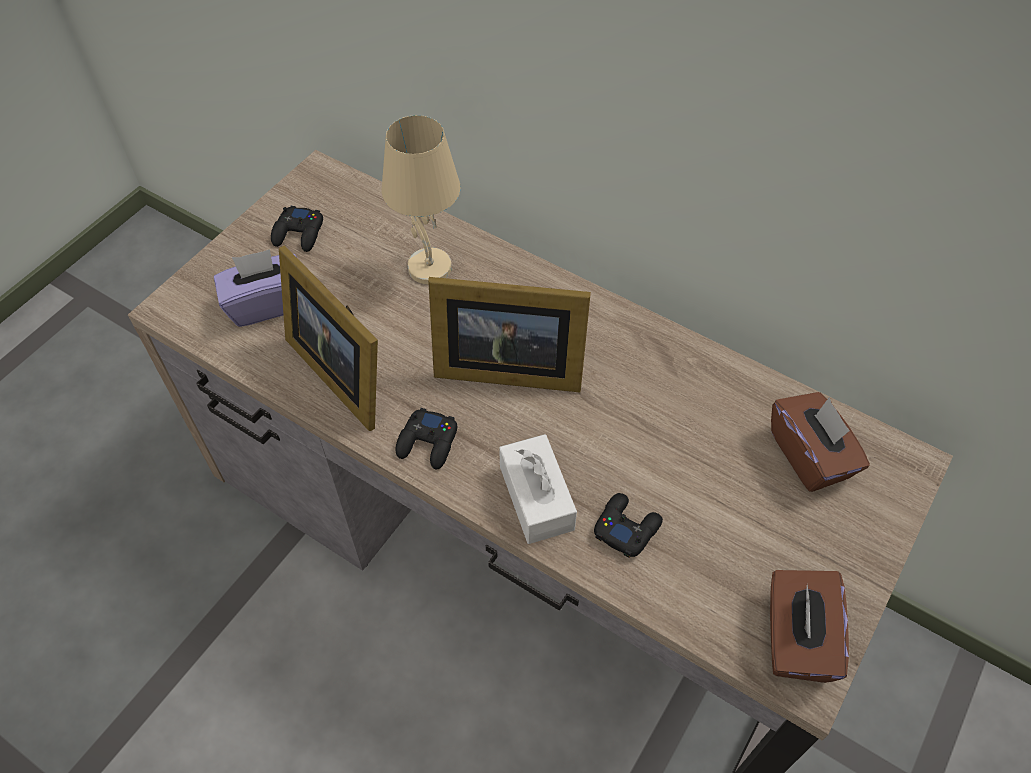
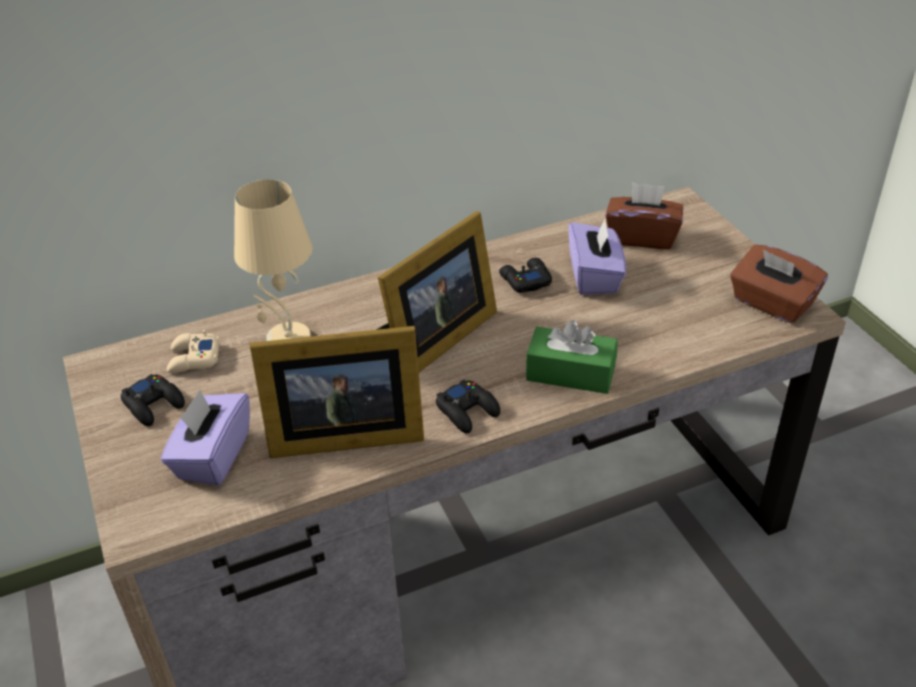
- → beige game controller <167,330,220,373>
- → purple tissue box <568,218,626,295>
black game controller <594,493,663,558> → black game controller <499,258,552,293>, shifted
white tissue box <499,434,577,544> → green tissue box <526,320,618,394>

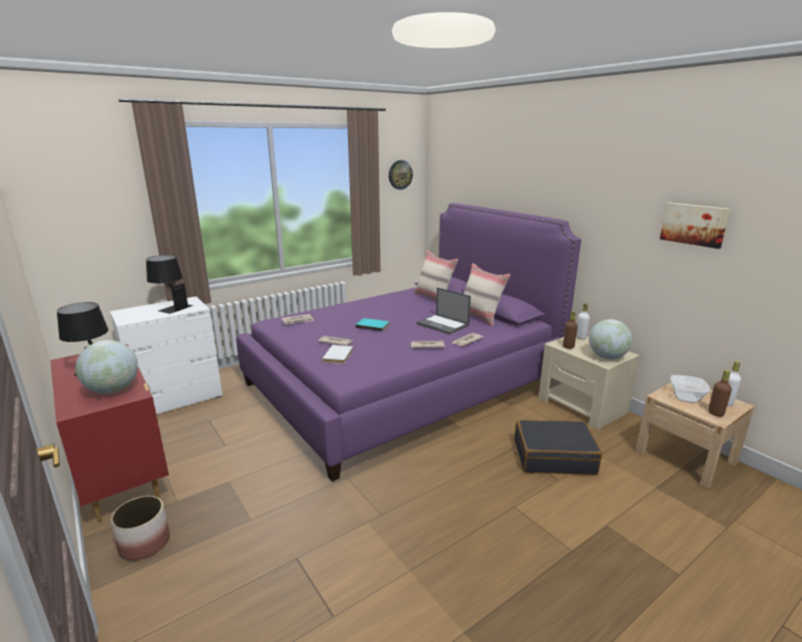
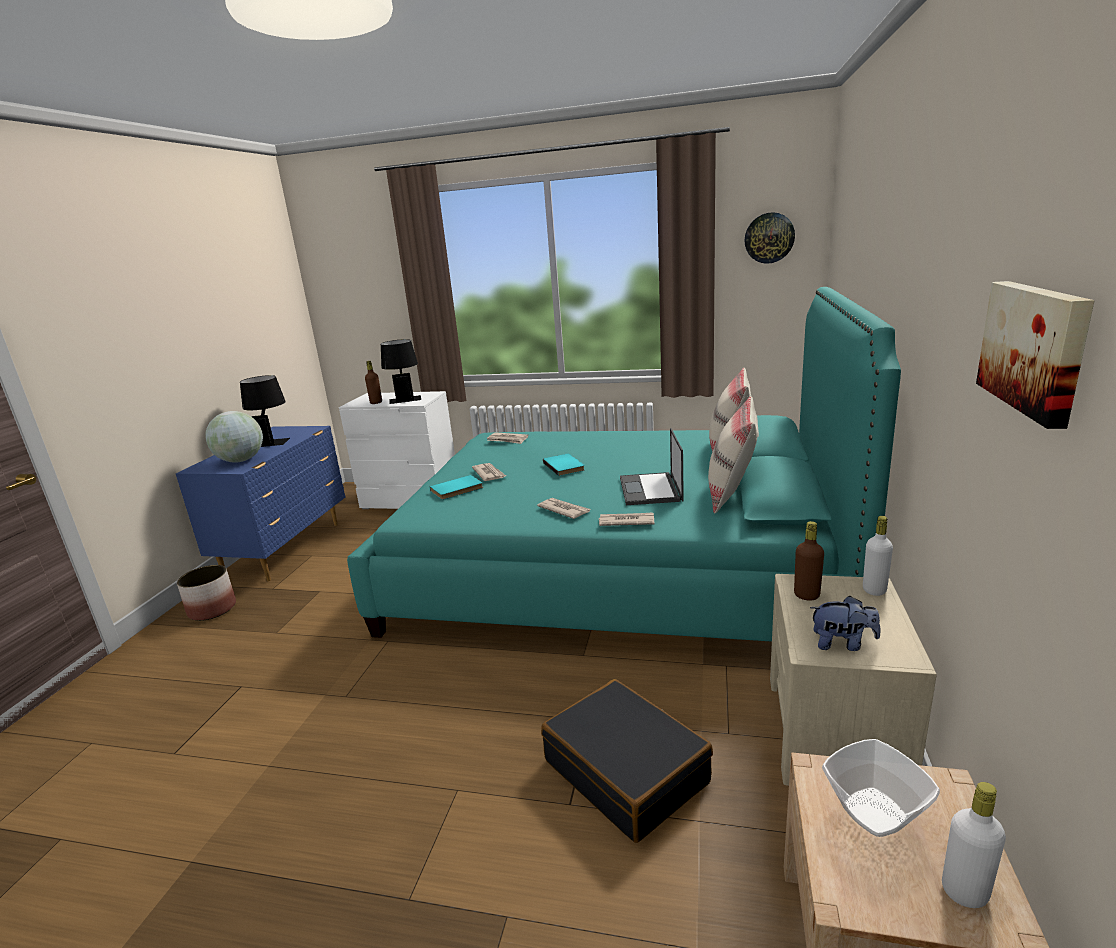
brown bottle <708,370,732,417> → brown bottle <365,361,382,404>, shifted
globe <589,319,632,359> → plush toy <810,596,881,651>
red dresser <50,344,169,522> → blue dresser <176,426,345,581>
purple bed <236,203,581,482> → turquoise bed <347,287,901,642>
white book <322,345,353,364> → turquoise book <430,475,483,500>

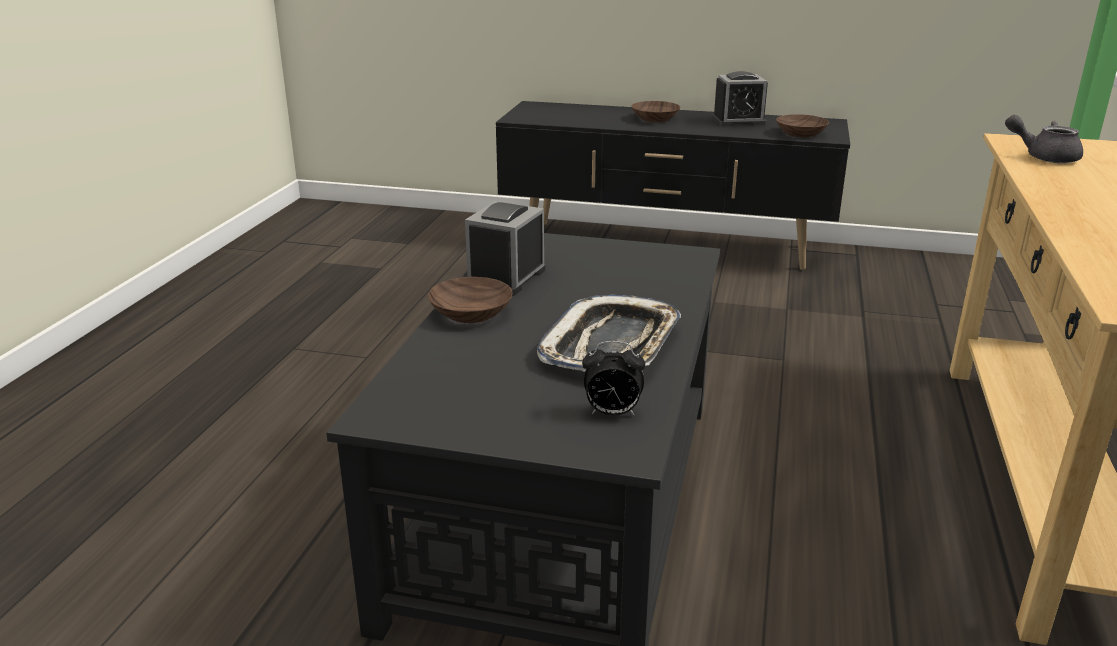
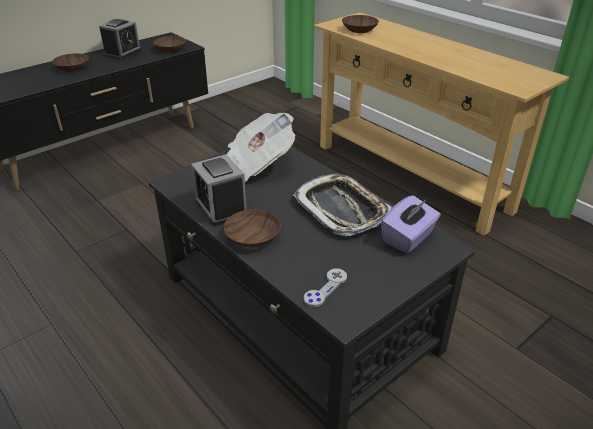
- → newspaper <226,113,295,182>
- → grey game controller <304,268,347,307>
alarm clock <582,341,645,416> → purple tissue box <381,195,441,254>
grey teapot <1005,115,1083,163> → brown bowl <342,15,379,33>

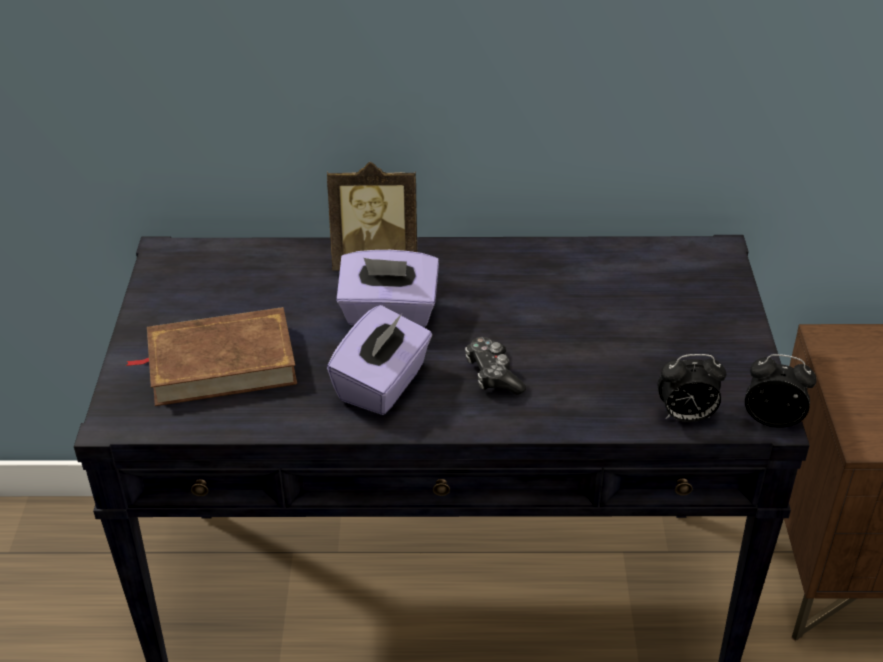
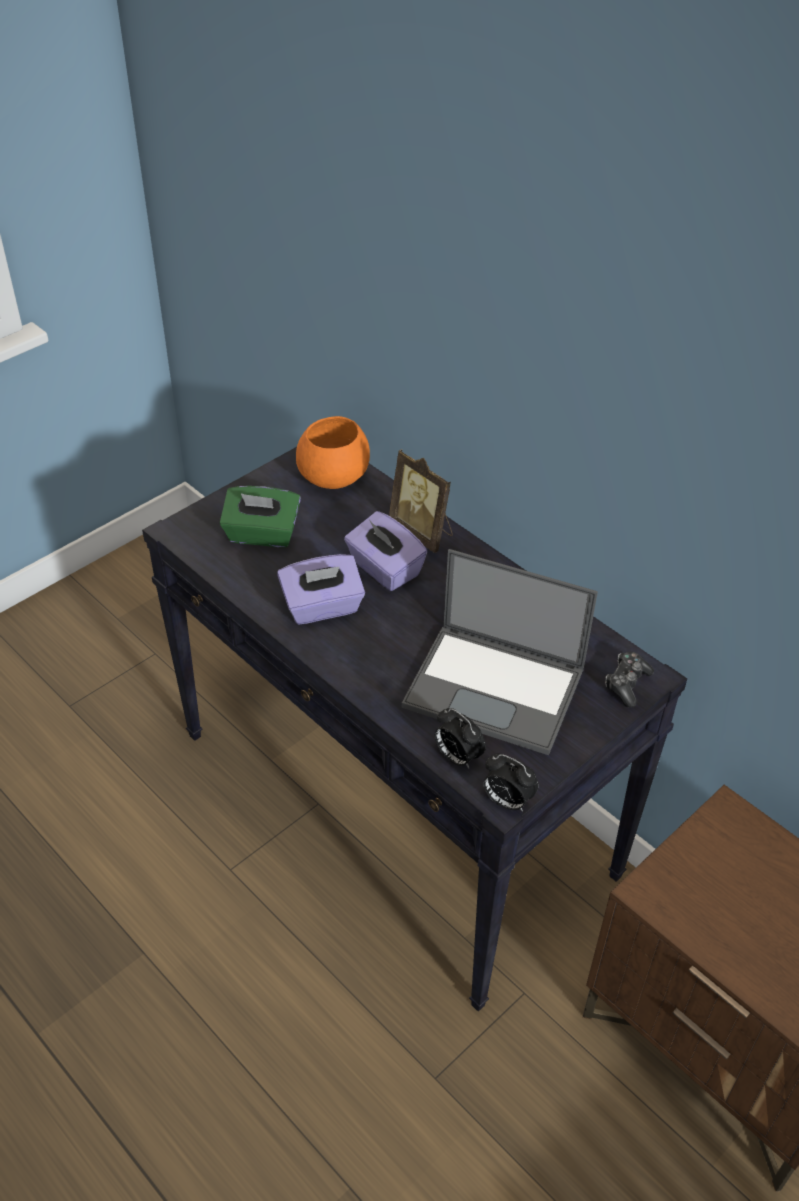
- → orange bowl <296,416,370,489>
- → laptop <402,549,598,755>
game controller <465,337,526,395> → game controller <605,652,654,708>, shifted
brown book <125,307,297,406> → green tissue box <220,486,301,547>
alarm clock <745,354,817,428> → alarm clock <484,753,539,811>, 150 degrees clockwise

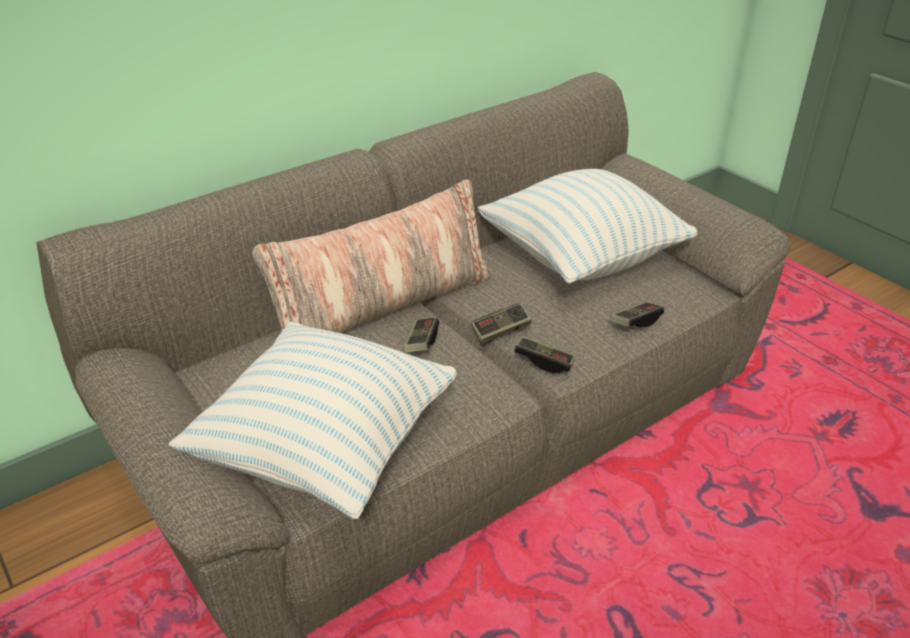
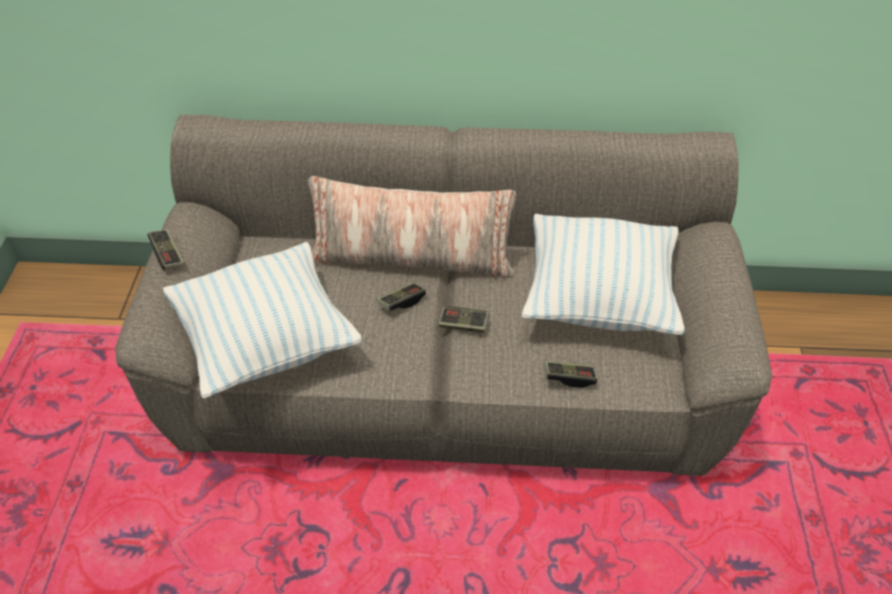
game controller <514,336,575,373> → game controller <148,229,185,270>, shifted

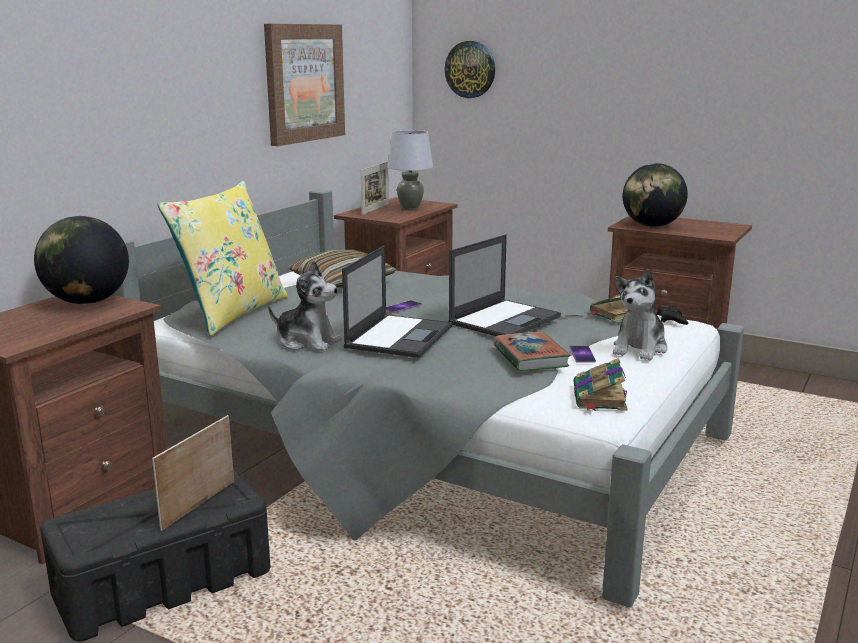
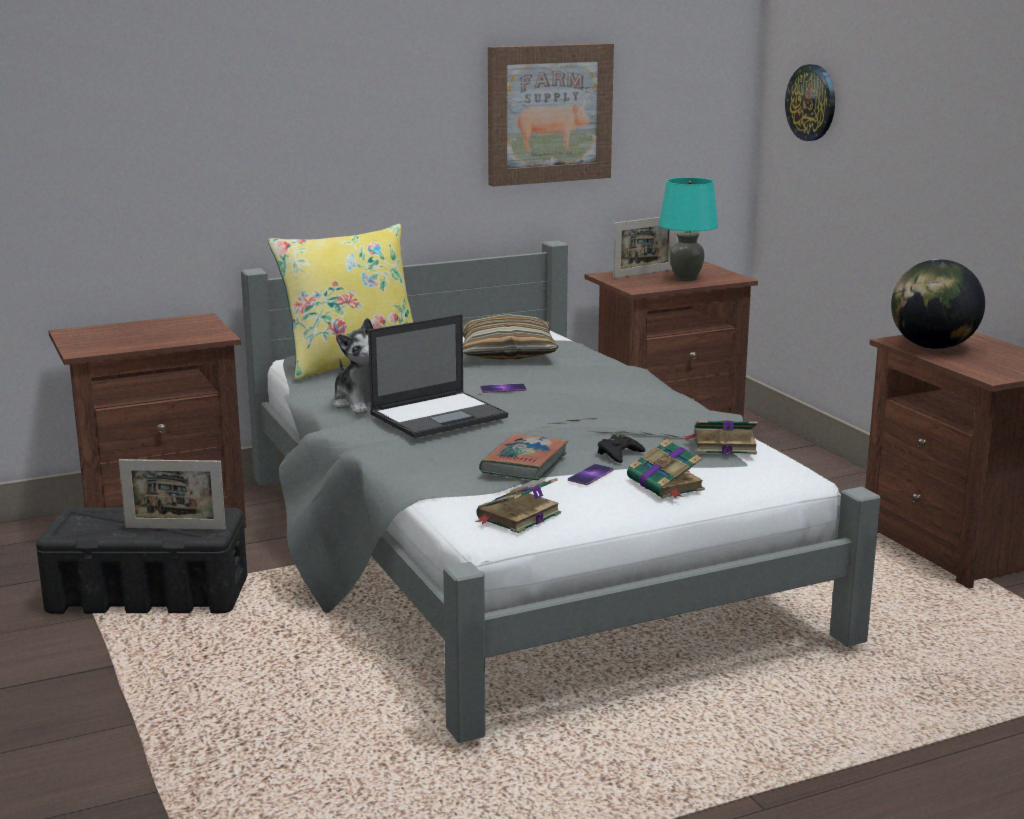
globe <34,216,129,304> → -
laptop <448,234,561,336> → -
black game controller <657,305,689,325> → black game controller <598,435,645,463>, shifted
plush toy <613,269,668,361> → book <627,439,705,498>
grey table lamp <387,130,433,210> → turquoise table lamp <659,177,718,281>
picture frame <152,415,234,531> → picture frame <119,459,226,530>, 150 degrees counterclockwise

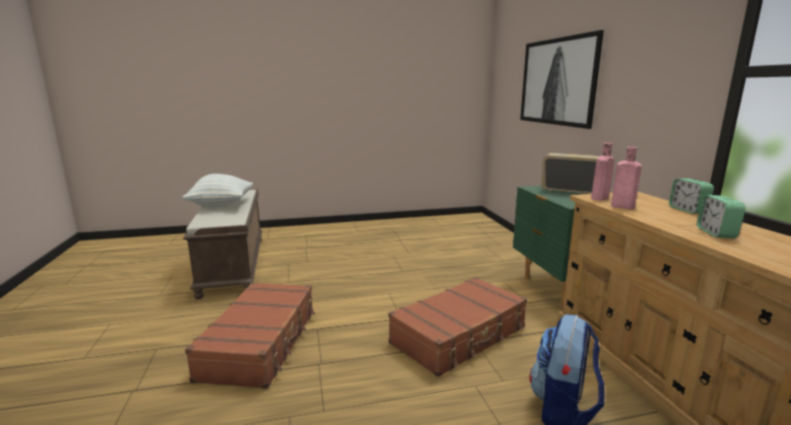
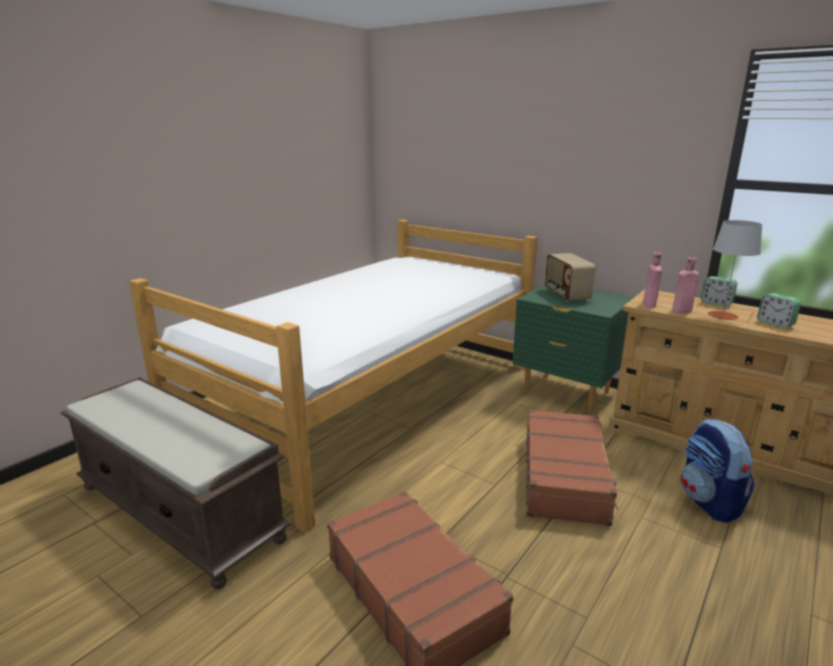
pillow <182,174,253,208> → -
picture <520,30,604,129> → -
- → bed <129,219,537,533>
- → grey table lamp <708,220,762,320>
radio <541,153,600,194> → radio <545,253,596,302>, 90 degrees counterclockwise

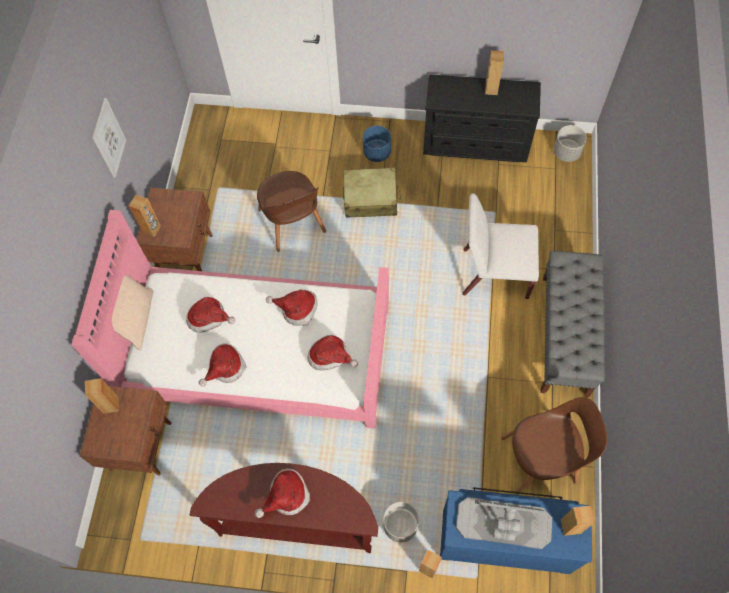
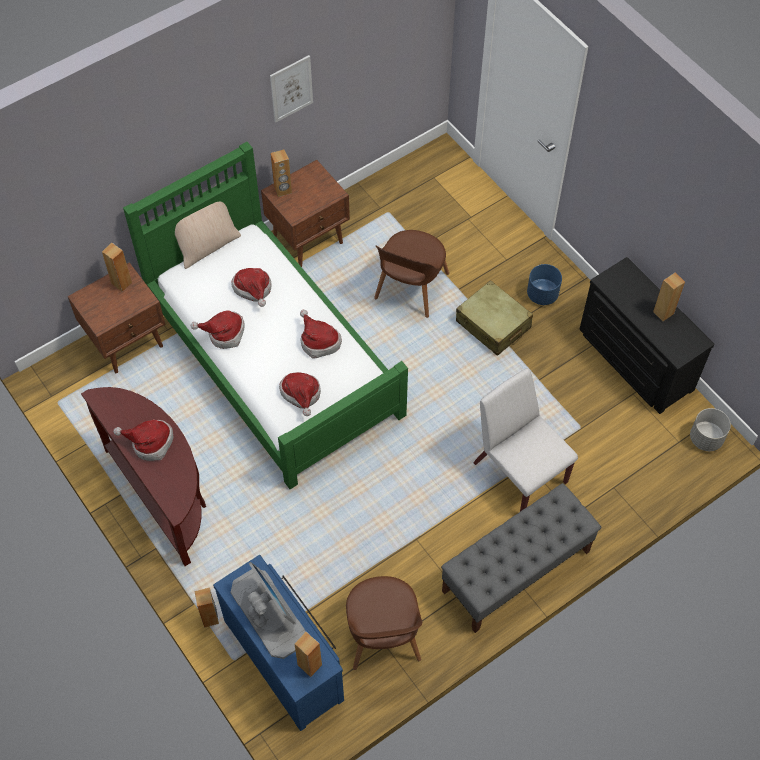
grey planter <383,502,419,543> → -
pink bed <71,210,389,429> → green bed <123,142,408,489>
brown chair <501,397,607,494> → brown chair <346,576,422,670>, 45 degrees clockwise

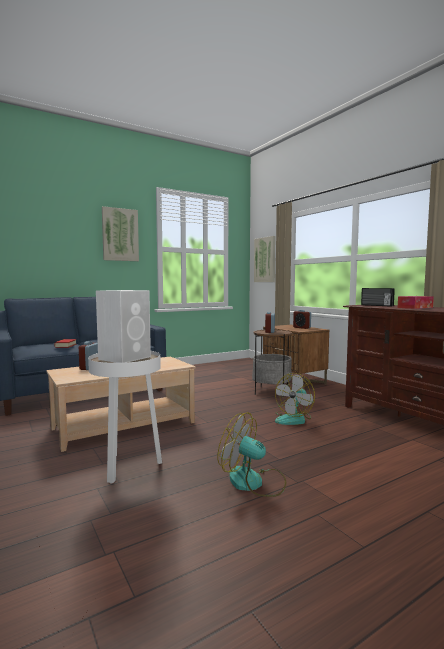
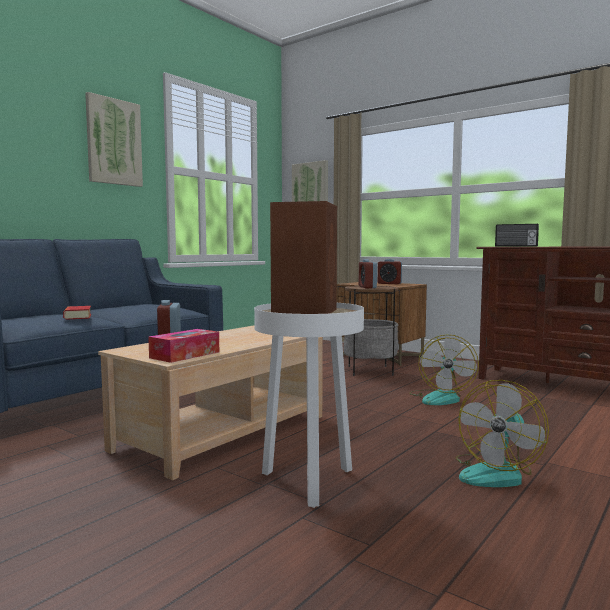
tissue box <398,296,434,309> → tissue box <148,329,219,363>, shifted
white speaker <96,290,151,363> → brown speaker <270,201,337,314>
fan <217,412,286,497> → fan <456,380,549,487>, 60 degrees counterclockwise

